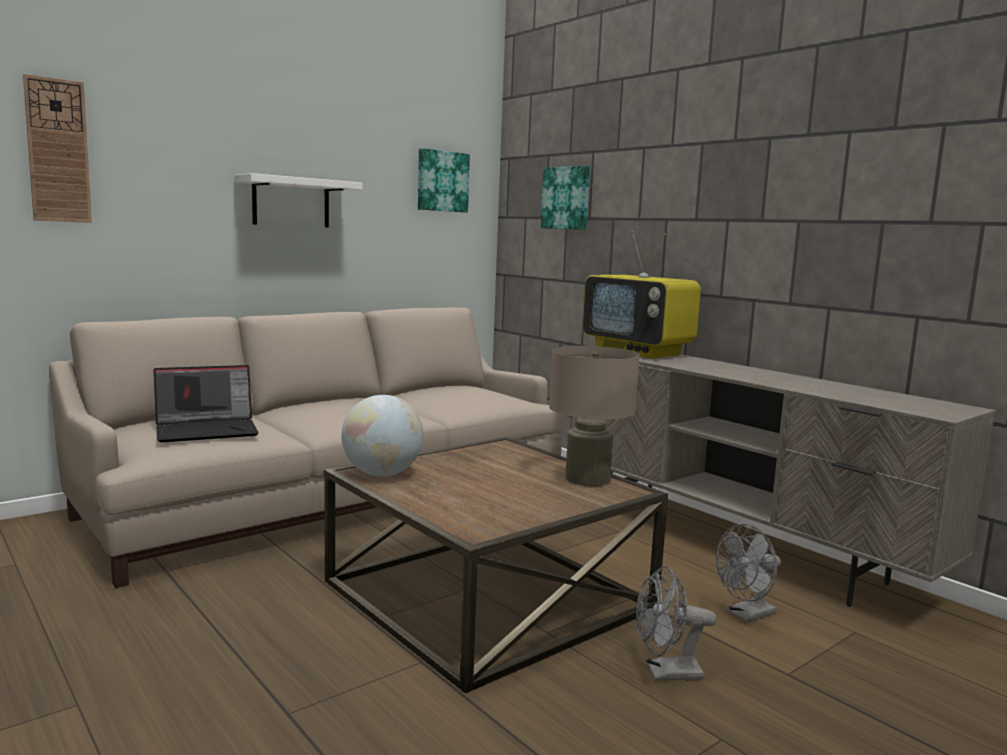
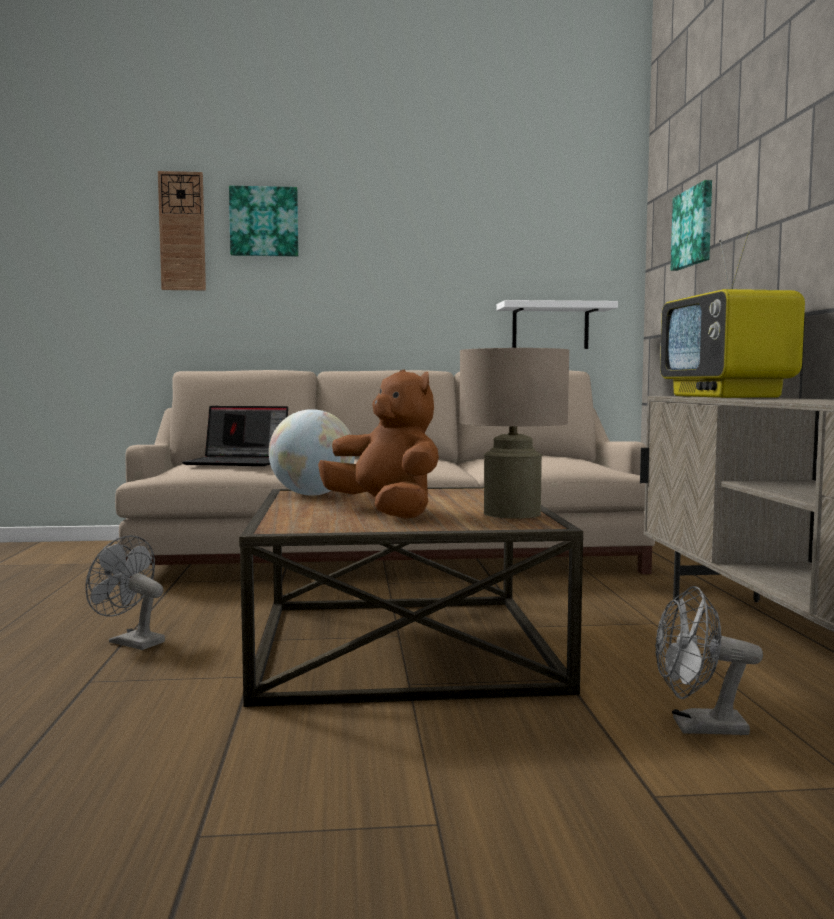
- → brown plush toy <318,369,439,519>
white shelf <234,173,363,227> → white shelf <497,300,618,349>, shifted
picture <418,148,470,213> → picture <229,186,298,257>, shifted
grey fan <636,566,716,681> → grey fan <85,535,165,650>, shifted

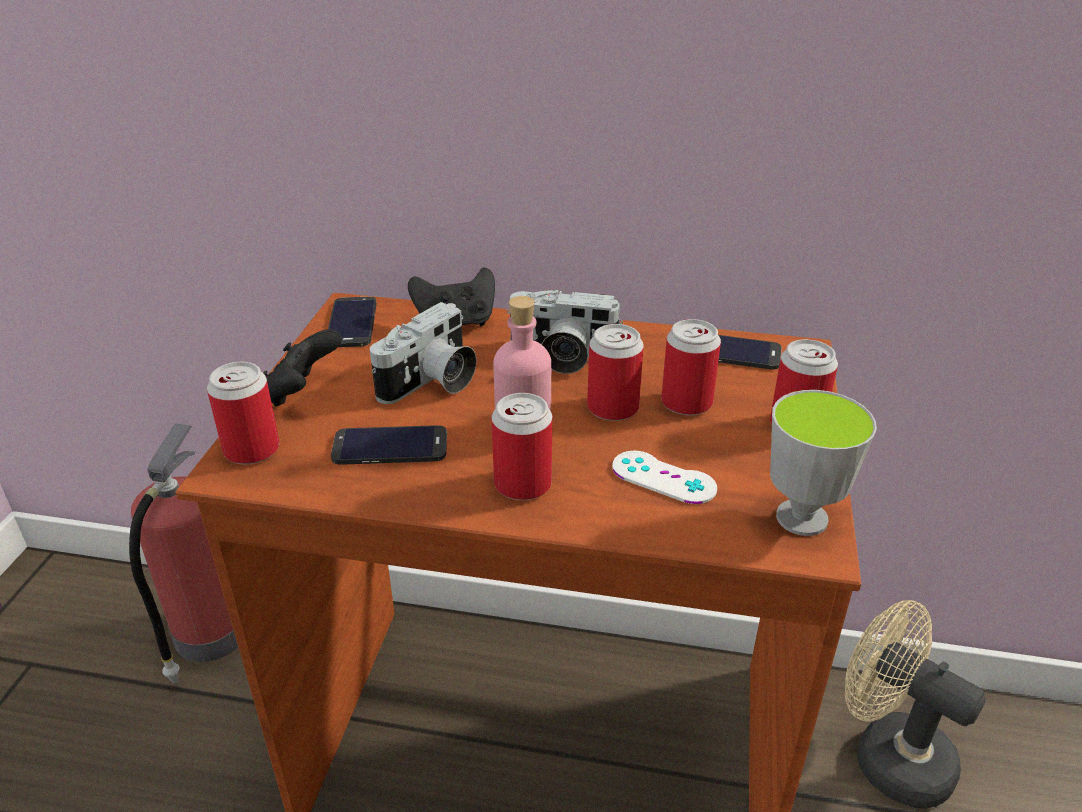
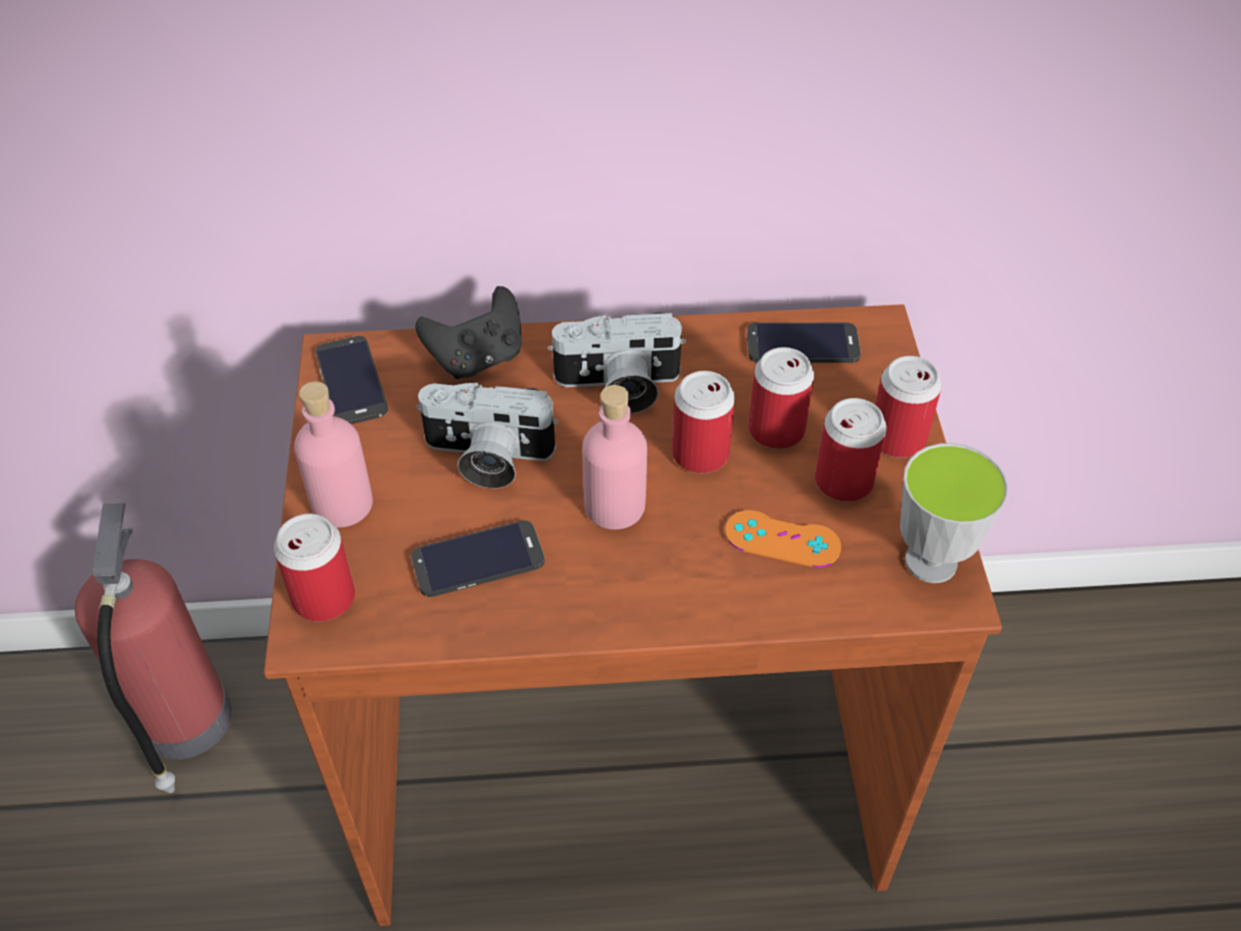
beige fan <845,600,986,809> → -
can <492,393,552,500> → can <815,398,887,502>, shifted
black game controller <263,329,342,407> → pink bottle <294,381,373,528>
white game controller <612,451,717,504> → orange game controller <725,510,841,568>
photo camera <370,302,477,404> → photo camera <416,382,559,489>, 75 degrees clockwise

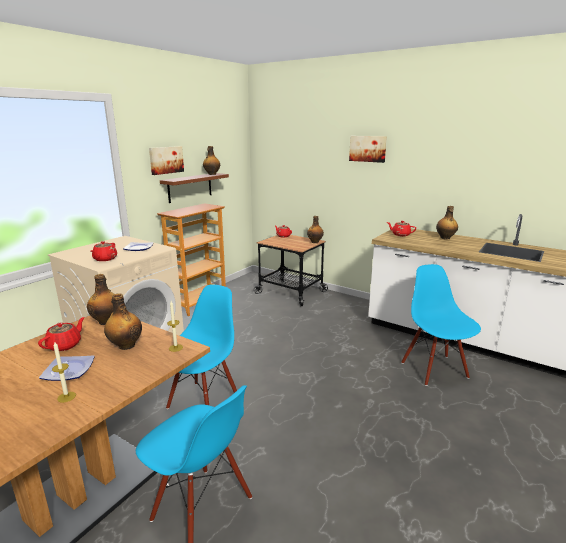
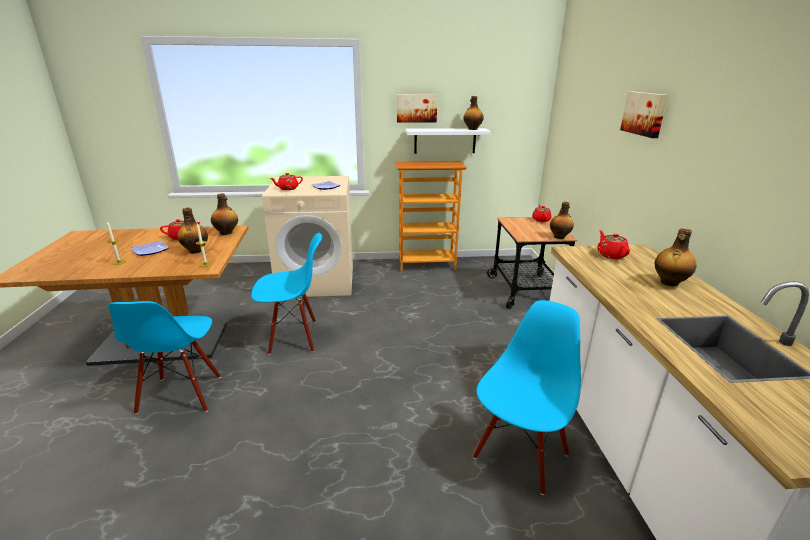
brown shelf <160,173,229,203> → white shelf <406,128,491,154>

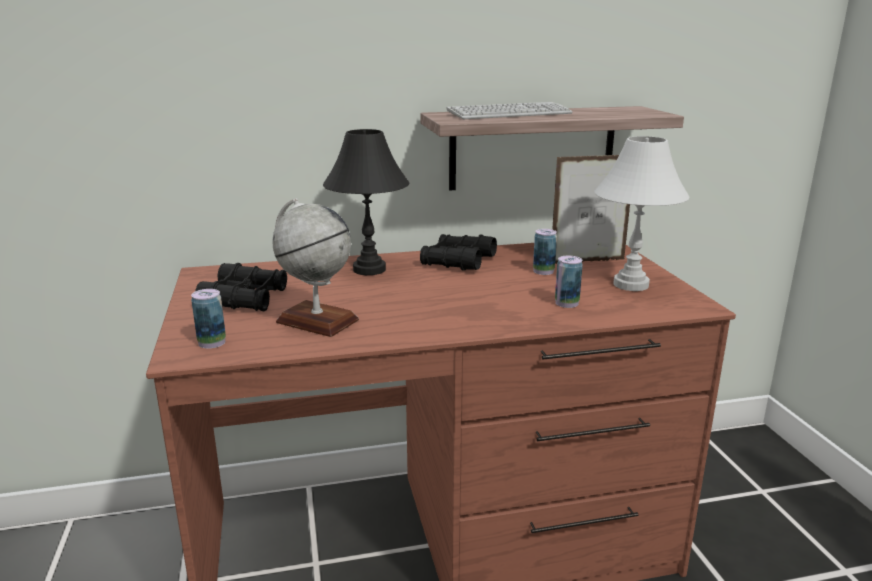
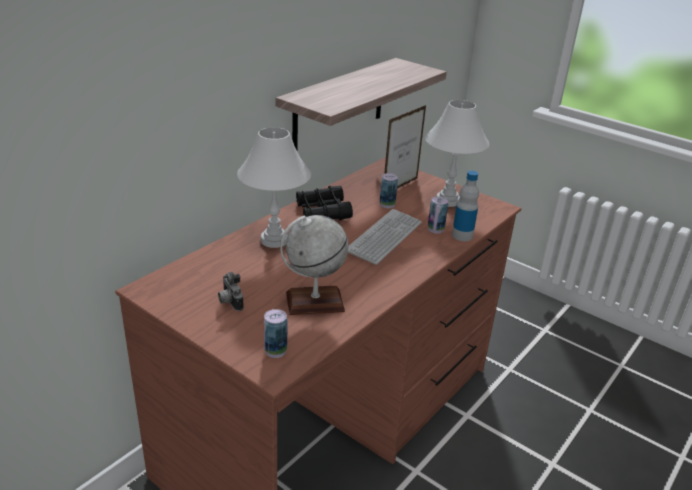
- → bottle <452,171,479,241>
keyboard <446,102,572,119> → keyboard <348,209,422,265>, shifted
black binoculars <195,263,287,311> → photo camera <218,272,244,311>
black table lamp <323,129,409,275> → white table lamp <237,127,311,248>

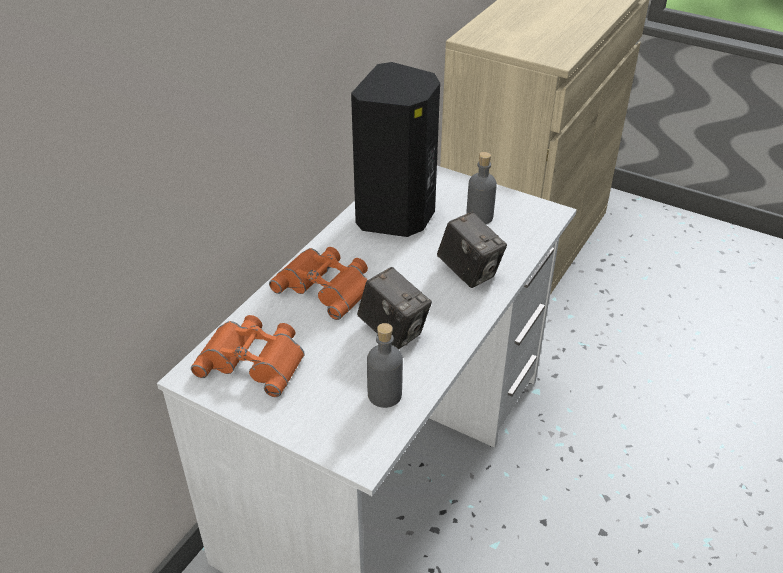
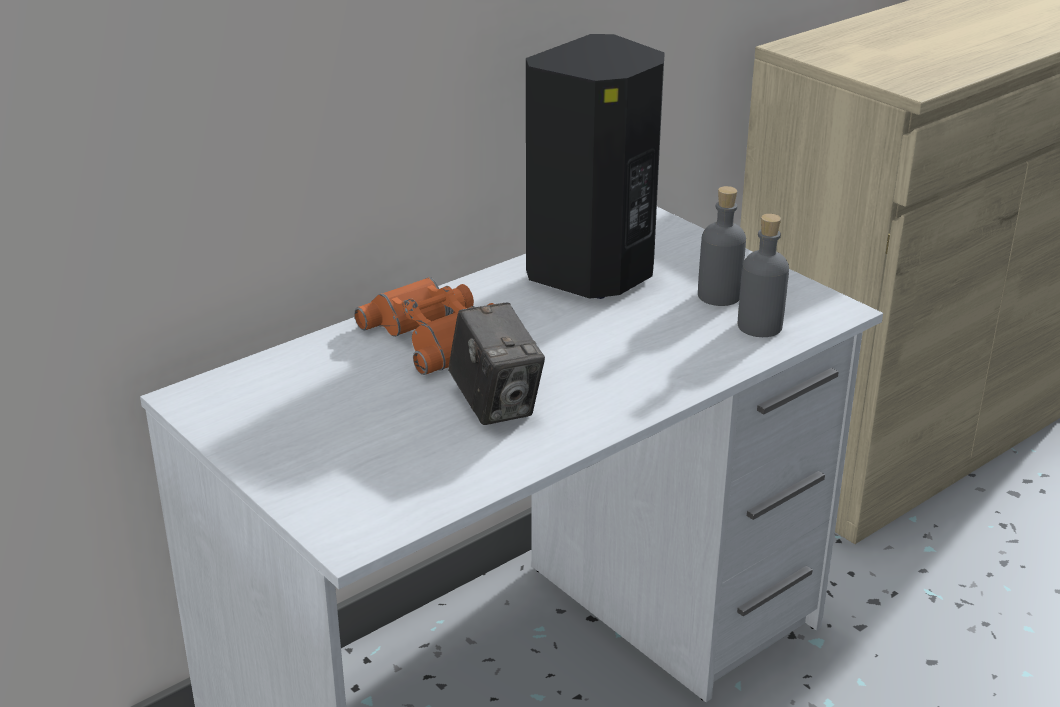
orange binoculars <191,315,305,397> → -
photo camera <437,212,507,288> → -
grey bottle <367,323,403,408> → grey bottle <738,214,789,337>, shifted

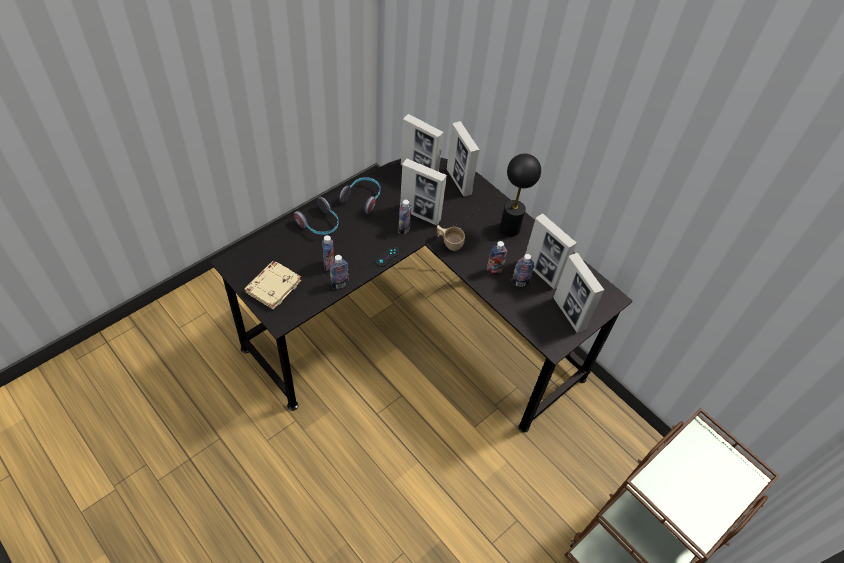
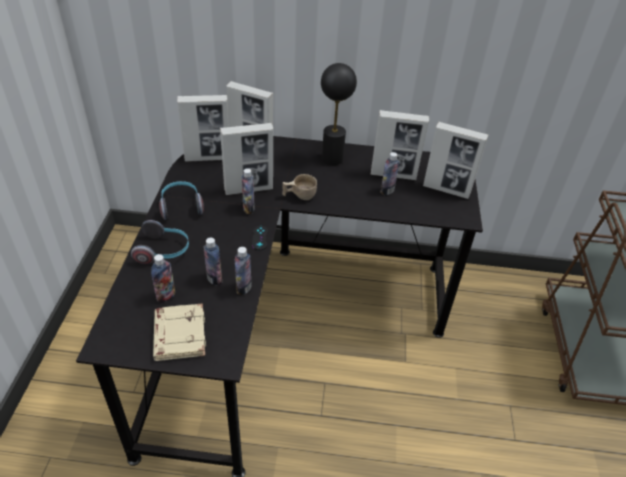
bottle <486,241,507,274> → bottle <151,254,175,304>, shifted

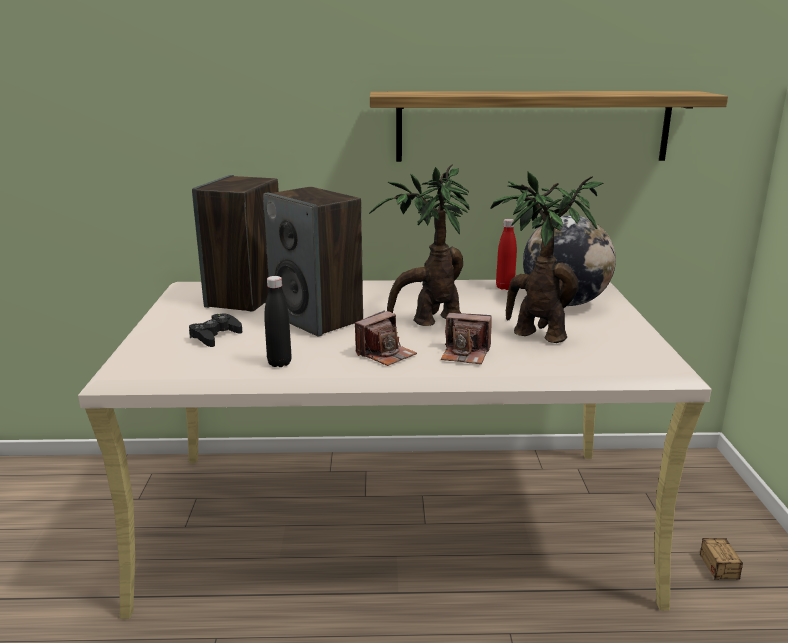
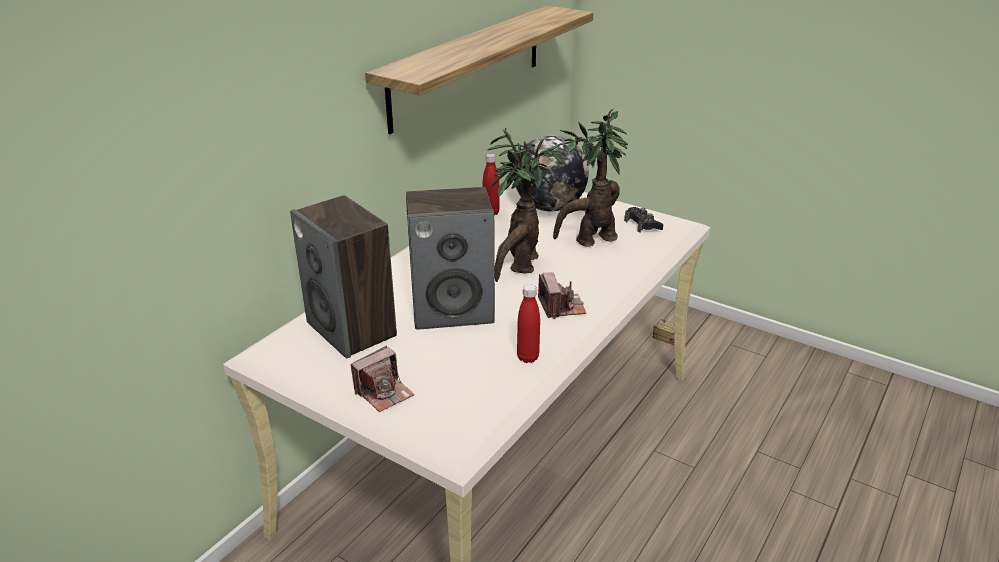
black game controller <189,314,242,347> → black game controller <624,207,663,233>, shifted
photo camera <441,313,492,364> → photo camera <351,346,414,412>, shifted
black bottle <264,276,291,367> → red bottle <517,284,540,363>

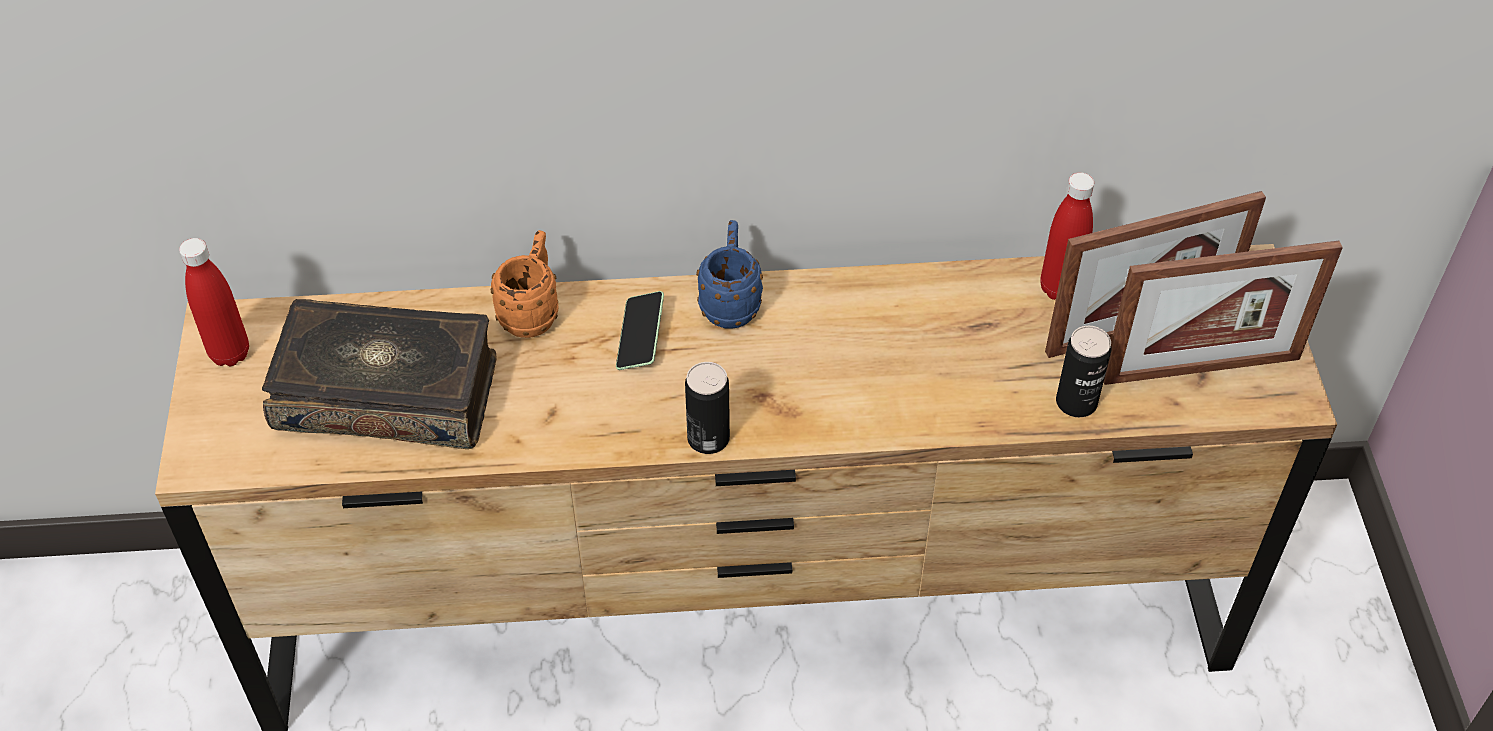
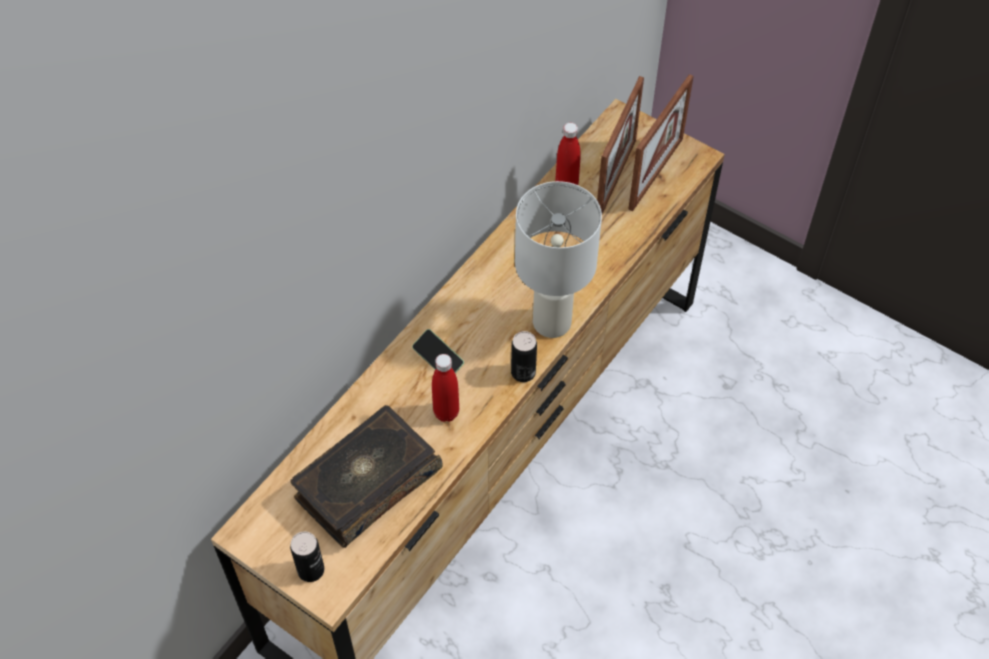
orange mug <491,230,559,338> → -
blue mug <696,220,763,329> → -
- → white table lamp <515,181,602,338>
red bottle <179,238,249,366> → red bottle <432,354,459,422>, shifted
can <1056,326,1111,417> → can <290,531,324,582>, shifted

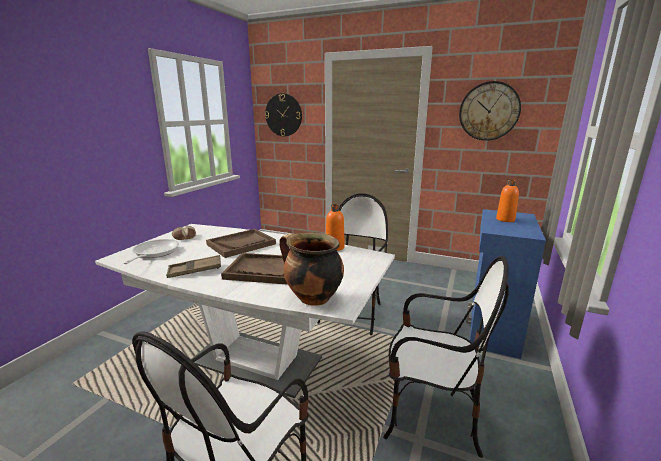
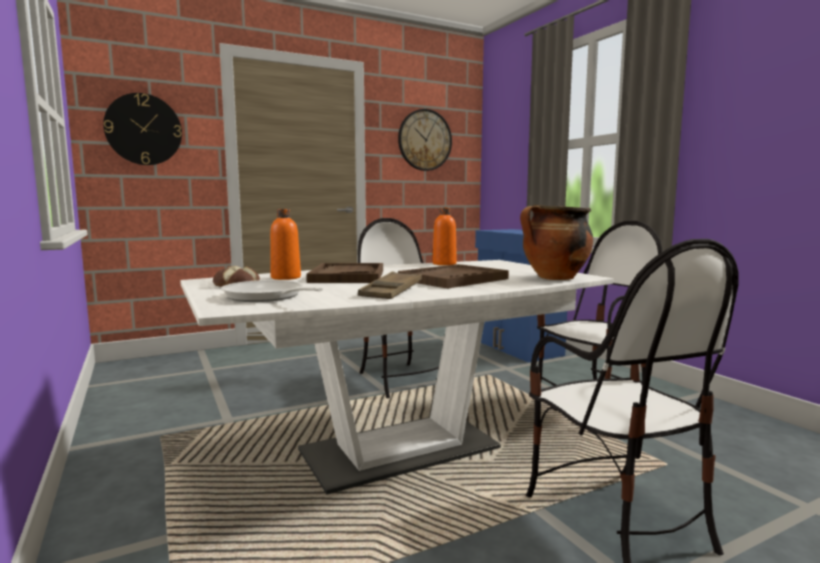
orange bottle <496,179,519,222> → orange bottle <270,209,301,280>, shifted

